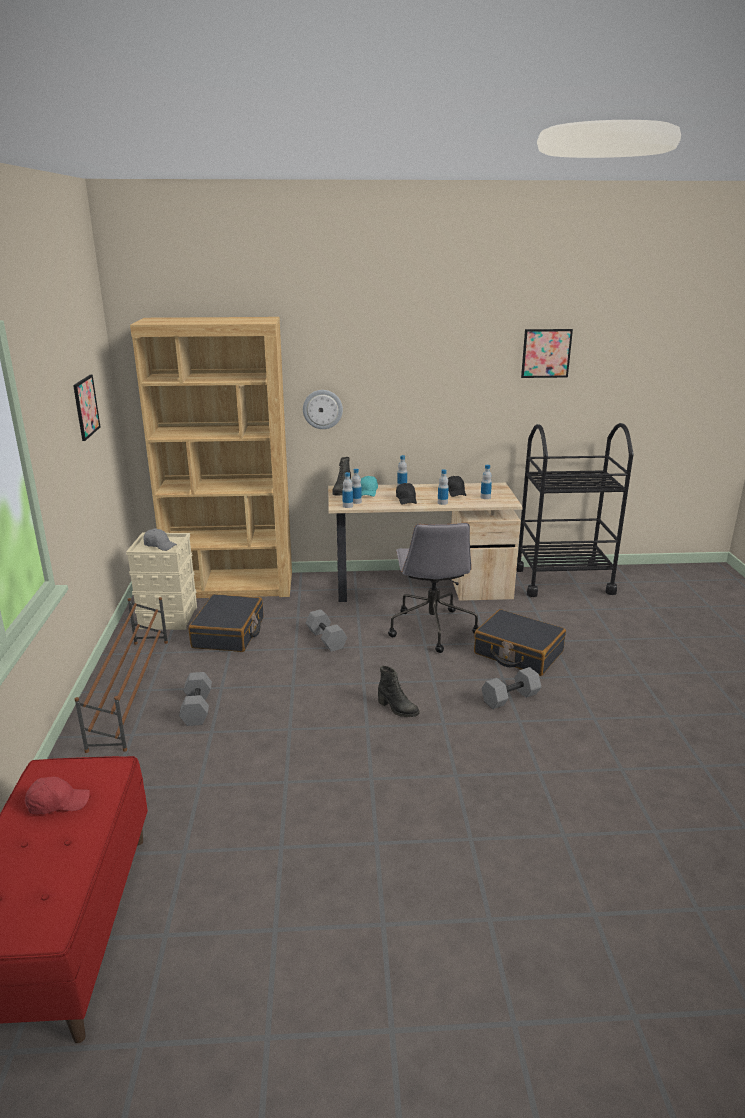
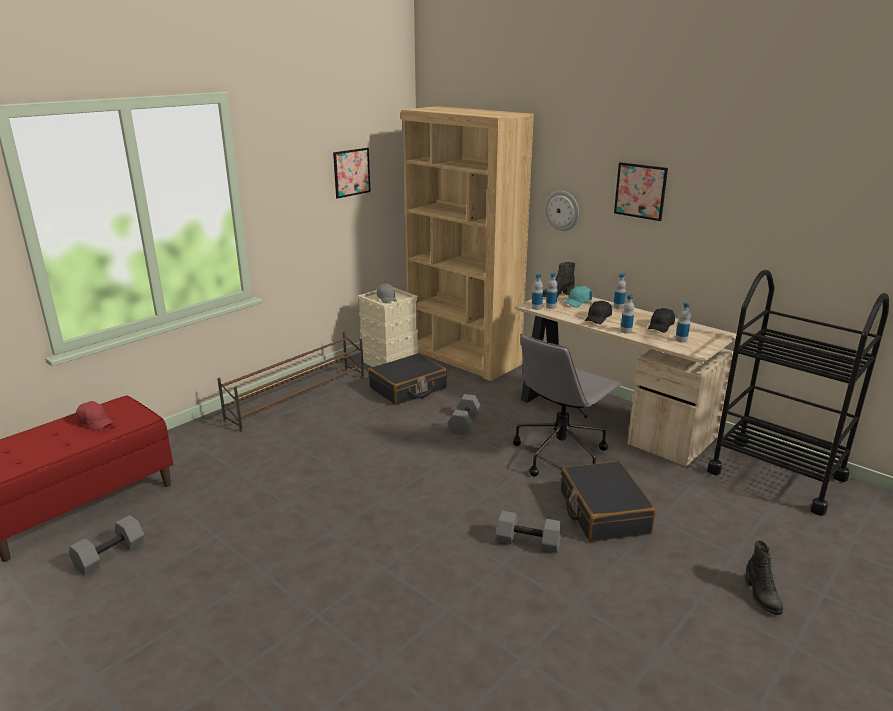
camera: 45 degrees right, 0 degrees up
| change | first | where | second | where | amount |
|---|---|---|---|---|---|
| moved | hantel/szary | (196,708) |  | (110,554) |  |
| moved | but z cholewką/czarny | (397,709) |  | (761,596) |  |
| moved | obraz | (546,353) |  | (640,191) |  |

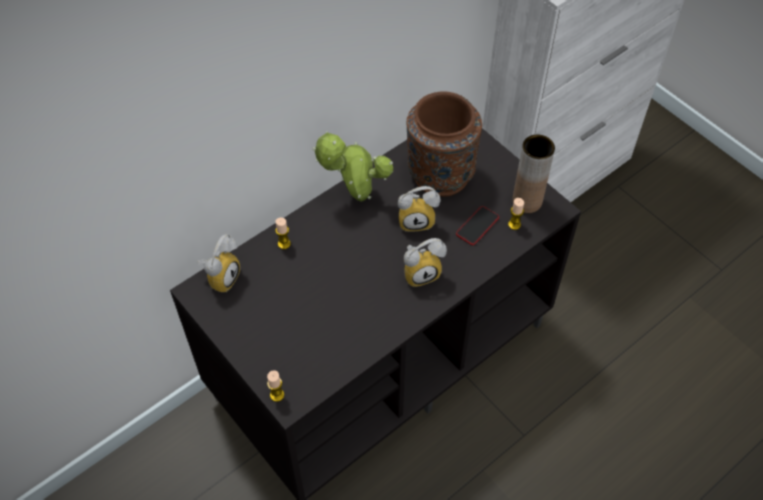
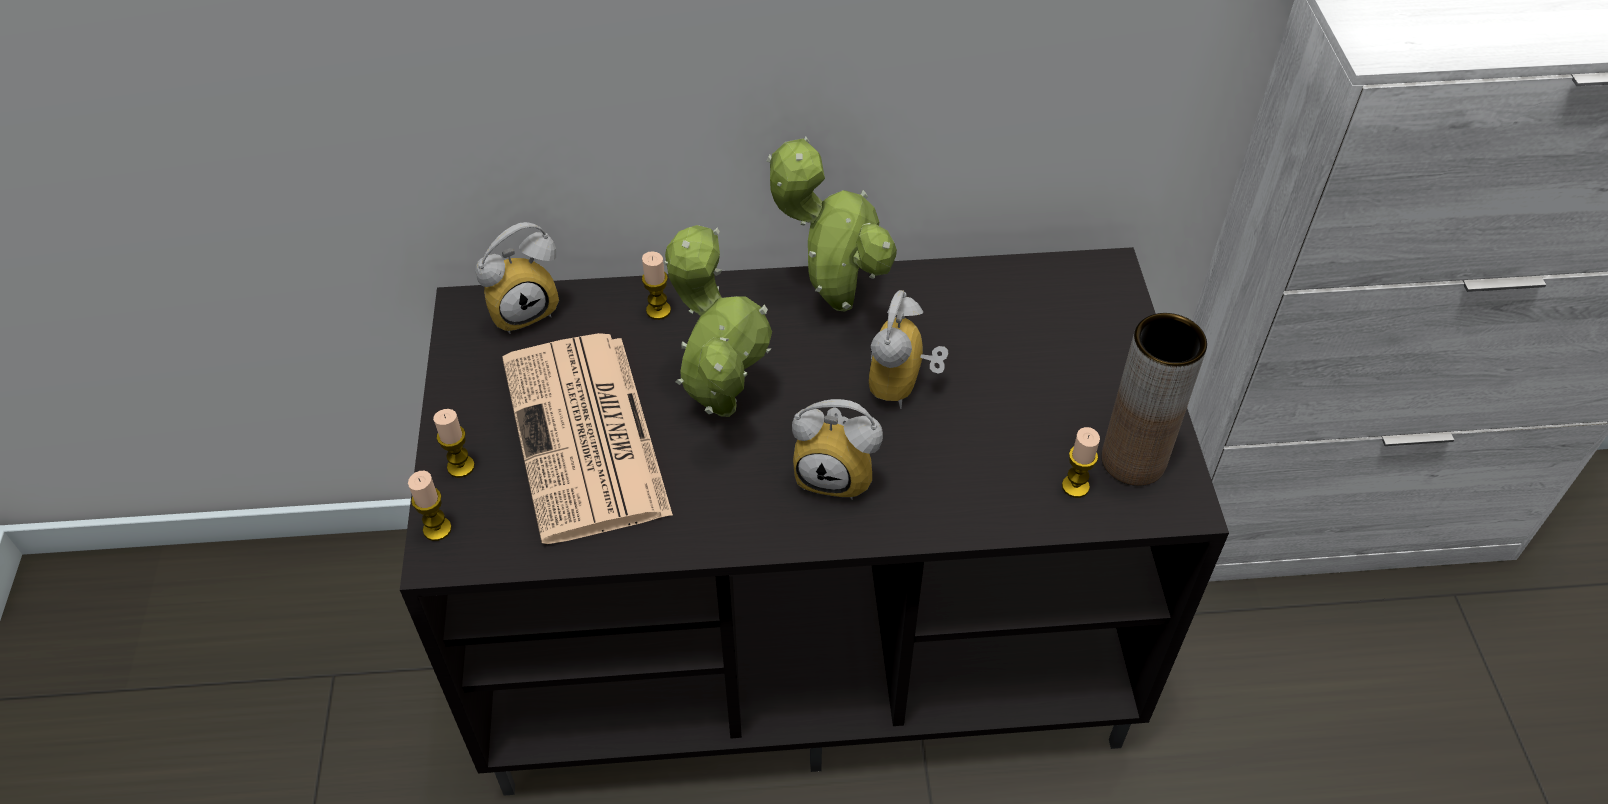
camera: 35 degrees right, 5 degrees down
| change | first | where | second | where | amount |
|---|---|---|---|---|---|
| removed | wazon/brązowy | (440,174) |  |  |  |
| removed | telefon | (477,226) |  |  |  |
| added |  |  | świeca | (461,466) |  |
| added |  |  | gazeta | (587,439) |  |
| added |  |  | roślina doniczkowa | (720,401) |  |
| turned | budzik | (417,220) |  | (904,387) | 75 degrees clockwise |

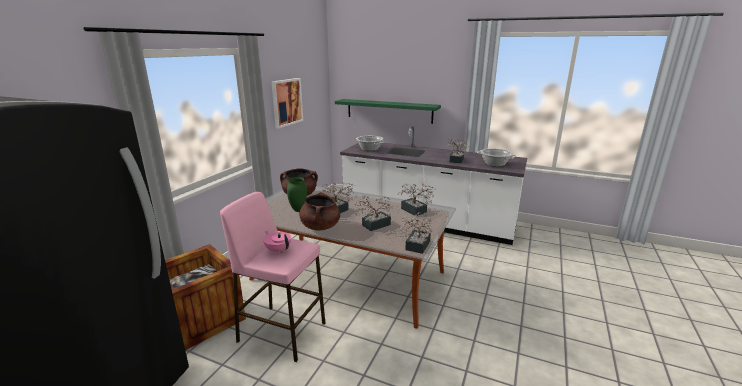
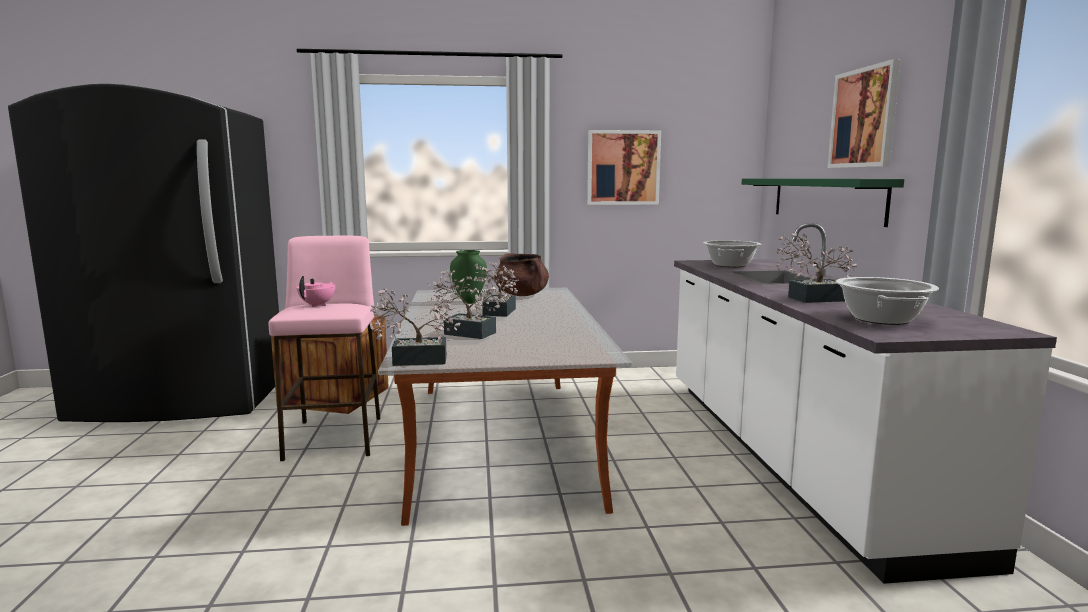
camera: 60 degrees right, 10 degrees down
| change | first | where | second | where | amount |
|---|---|---|---|---|---|
| removed | garnek/brązowy | (320,226) |  |  |  |
| removed | roślina doniczkowa | (415,211) |  |  |  |
| added |  |  | obraz | (864,118) |  |

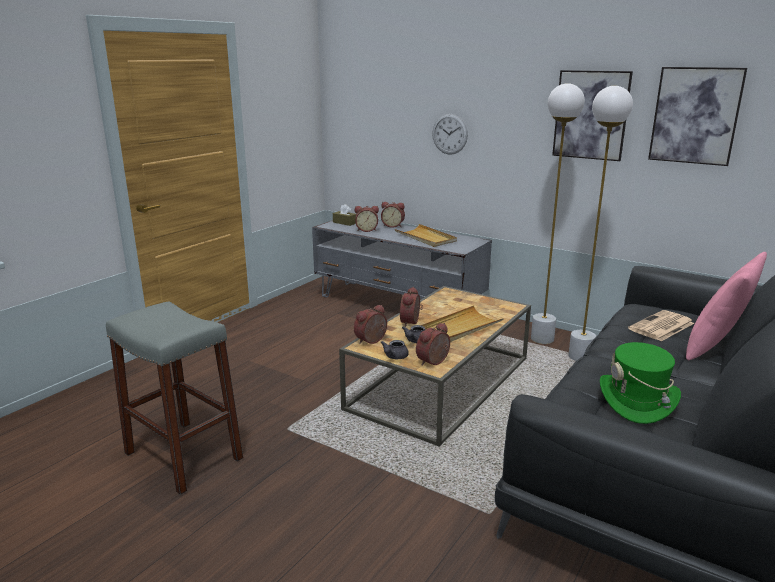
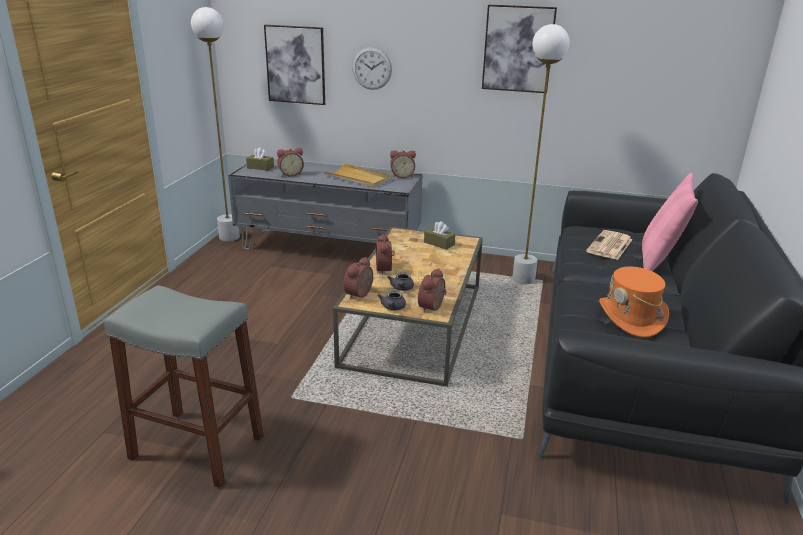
camera: 20 degrees left, 5 degrees up
| change | first | where | second | where | amount |
|---|---|---|---|---|---|
| removed | taca/beżowy | (461,327) |  |  |  |
| added |  |  | pudełko chusteczek/brązowy | (439,243) |  |
| moved | budzik | (393,226) |  | (402,176) |  |
| moved | lampa stojąca/biały | (542,339) |  | (229,237) |  |
| moved | obraz | (695,115) |  | (295,65) |  |
| recoloured | kapelusz/zielony | (637,401) | kapelusz/pomarańczowy | (631,317) |  |

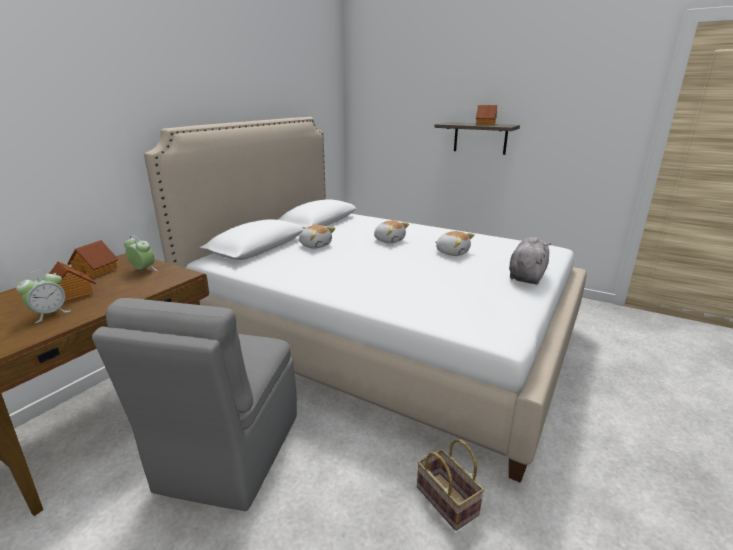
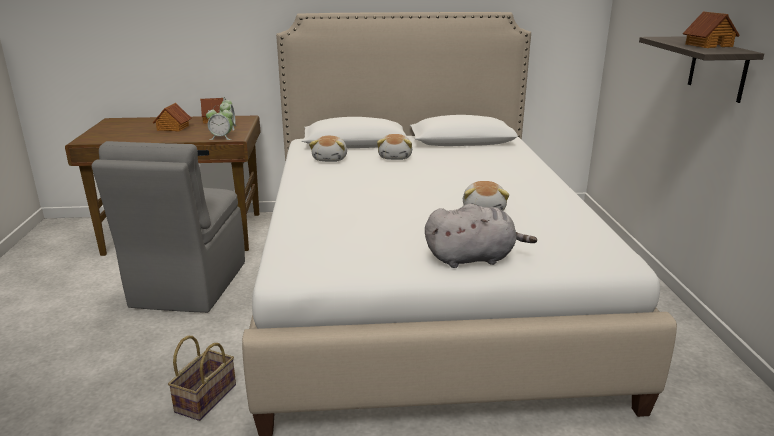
camera: 55 degrees right, 0 degrees up
| change | first | where | second | where | amount |
|---|---|---|---|---|---|
| moved | budzik | (50,314) |  | (221,138) |  |
| moved | pluszak | (389,240) |  | (331,159) |  |
| turned | krzesło/szary | (228,454) |  | (188,286) | 60 degrees counterclockwise |

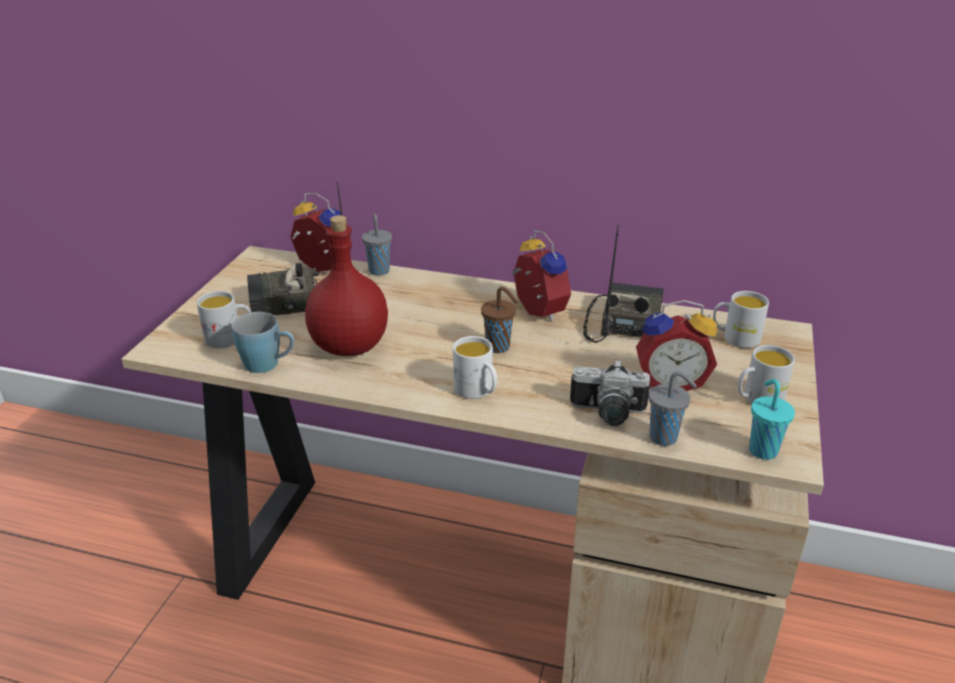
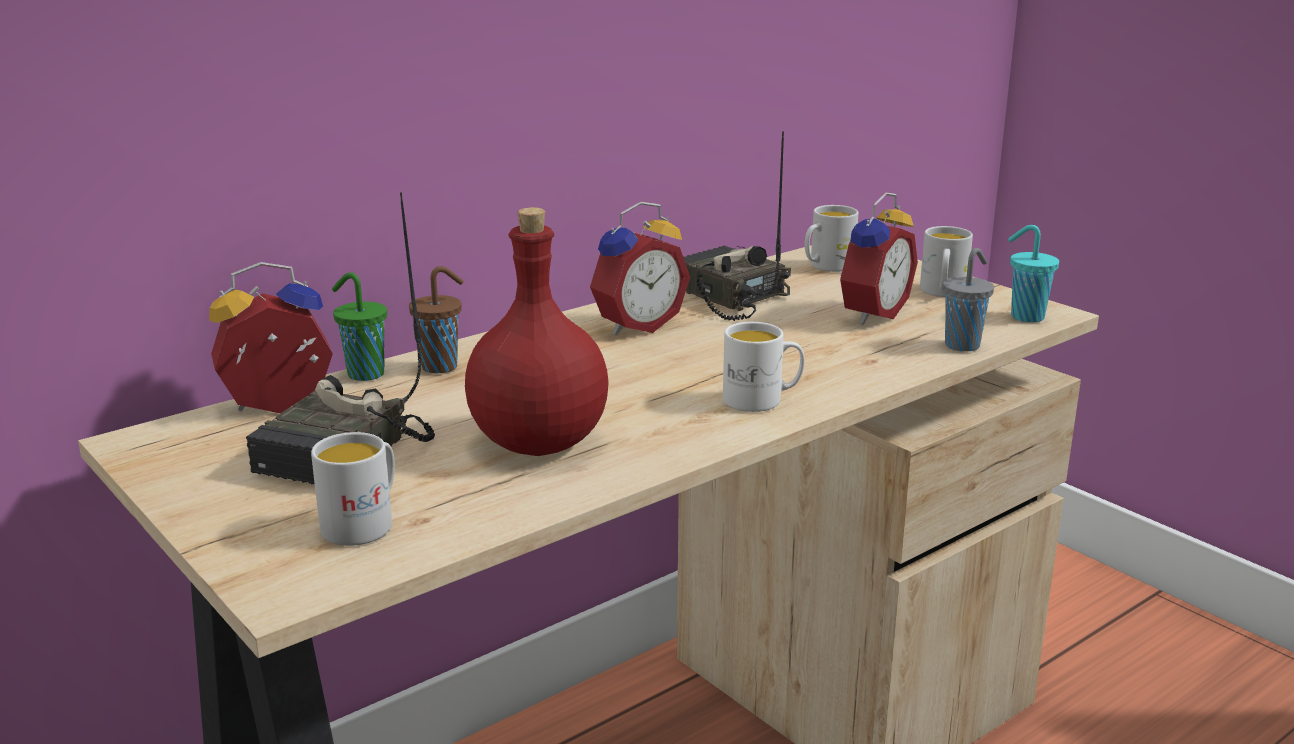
camera: 55 degrees left, 10 degrees down
| change | first | where | second | where | amount |
|---|---|---|---|---|---|
| removed | kubek/niebieski | (269,365) |  |  |  |
| removed | aparat fotograficzny | (607,414) |  |  |  |
| moved | filiżanka/brązowy | (499,347) |  | (442,366) |  |
| recoloured | filiżanka/szary | (379,270) | filiżanka/zielony | (363,374) |  |
| turned | budzik | (536,312) |  | (636,325) | 135 degrees clockwise |

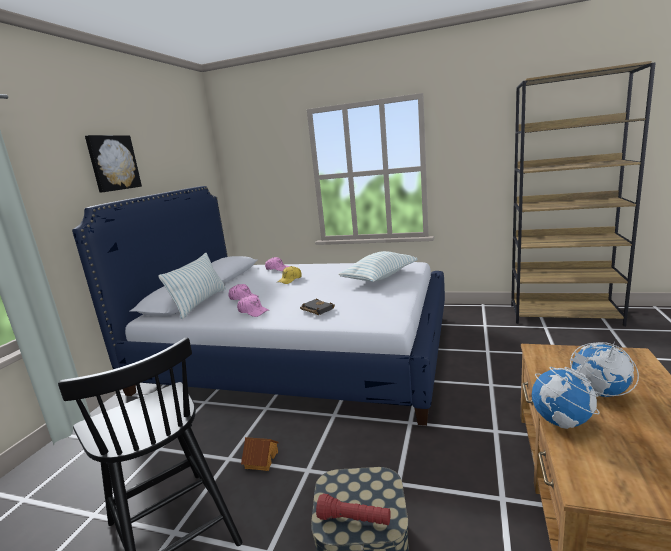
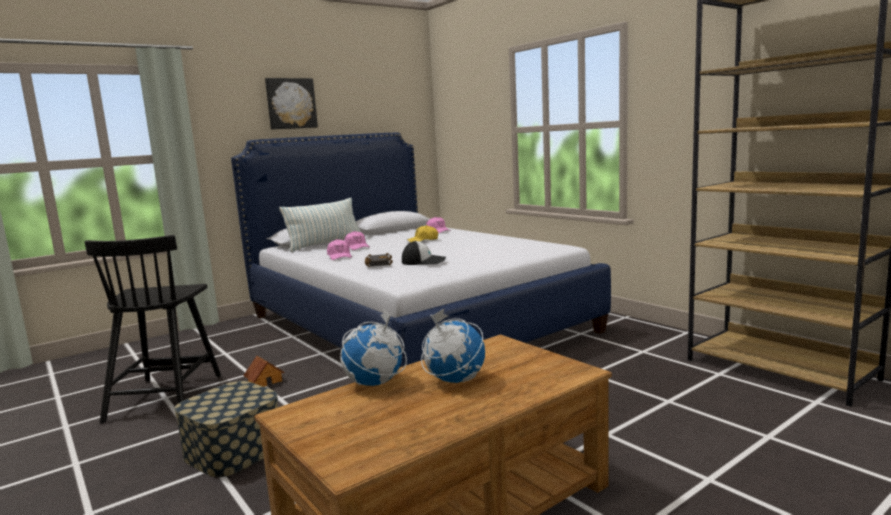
camera: 35 degrees right, 5 degrees down
| change | first | where | second | where | amount |
|---|---|---|---|---|---|
| removed | latarka/czerwony | (354,520) |  |  |  |
| removed | poduszka | (380,277) |  |  |  |
| added |  |  | czapka z daszkiem | (424,261) |  |

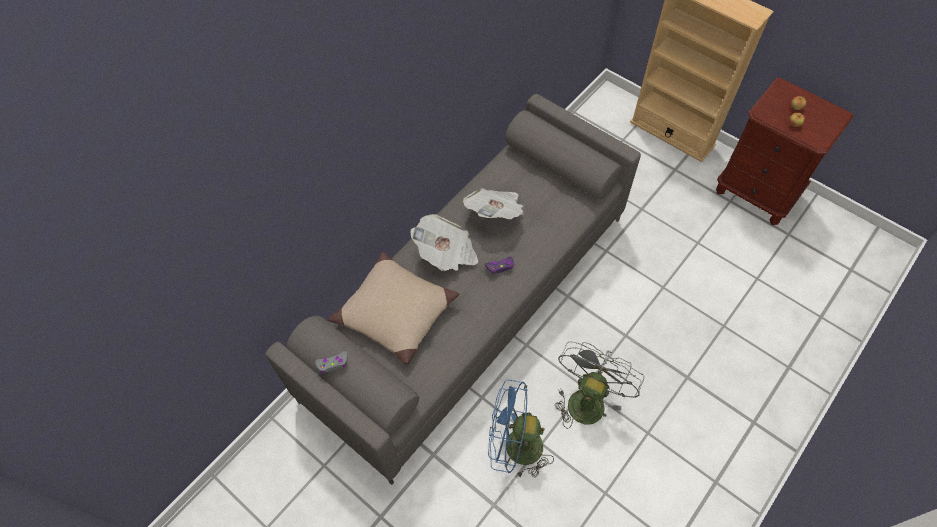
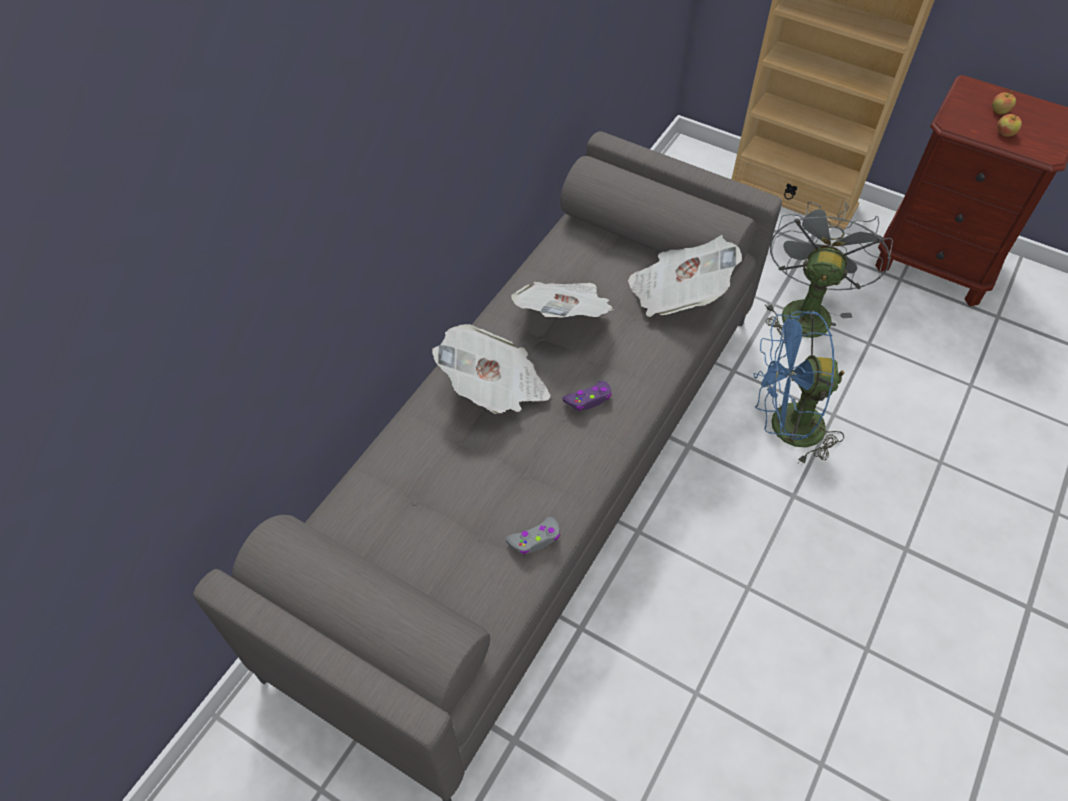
camera: 10 degrees left, 5 degrees down
| change | first | where | second | where | amount |
|---|---|---|---|---|---|
| removed | poduszka/beżowy | (395,313) |  |  |  |
| added |  |  | gazeta | (678,293) |  |
| moved | pad do gier/szary | (333,364) |  | (535,539) |  |
| moved | wentylator/niebieski | (514,447) |  | (785,428) |  |
| moved | wentylator/szary | (587,398) |  | (805,310) |  |

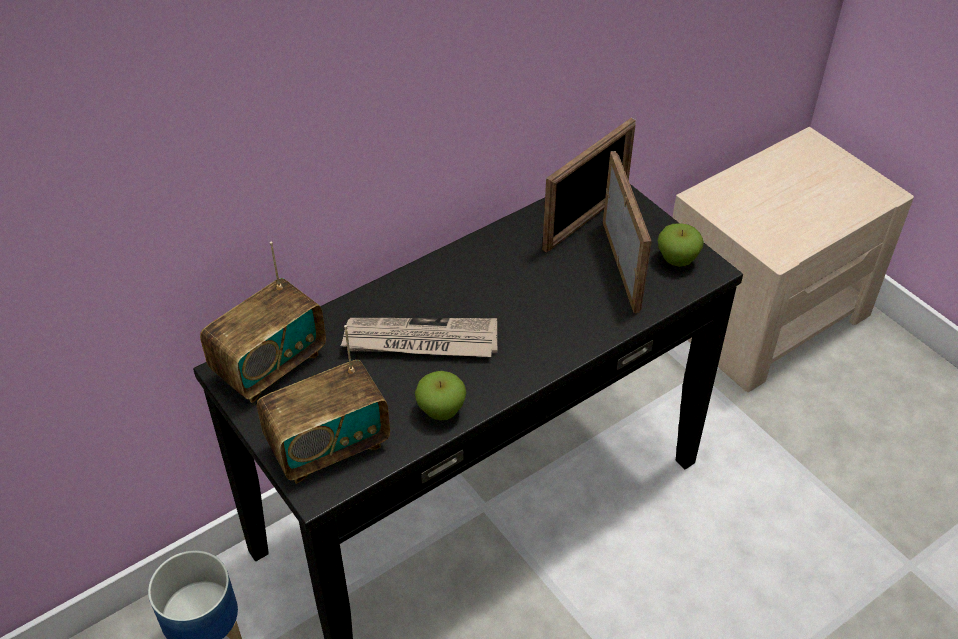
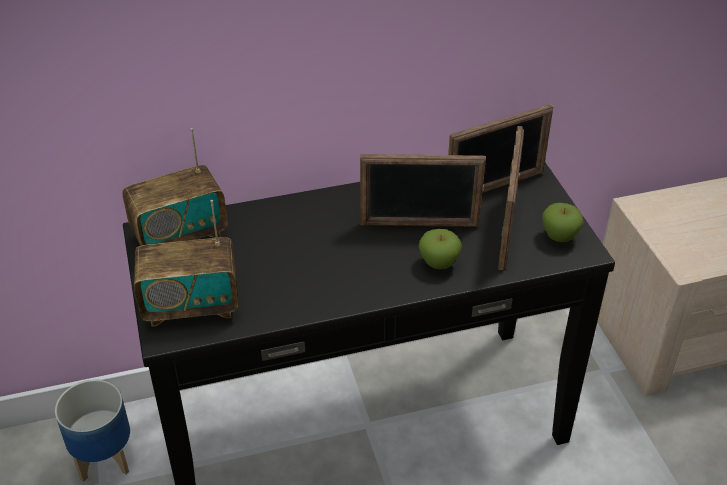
camera: 20 degrees right, 5 degrees down
| change | first | where | second | where | amount |
|---|---|---|---|---|---|
| removed | gazeta | (420,341) |  |  |  |
| added |  |  | ramka na zdjęcie | (419,224) |  |
| moved | jabłko | (441,411) |  | (439,263) |  |

